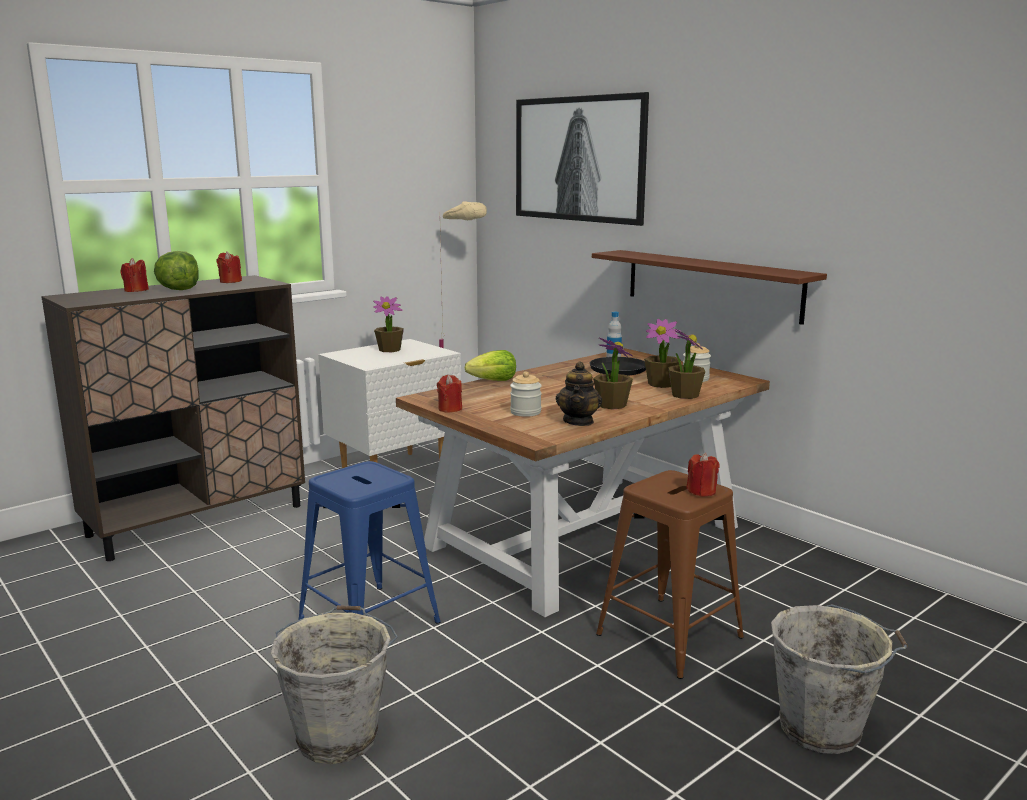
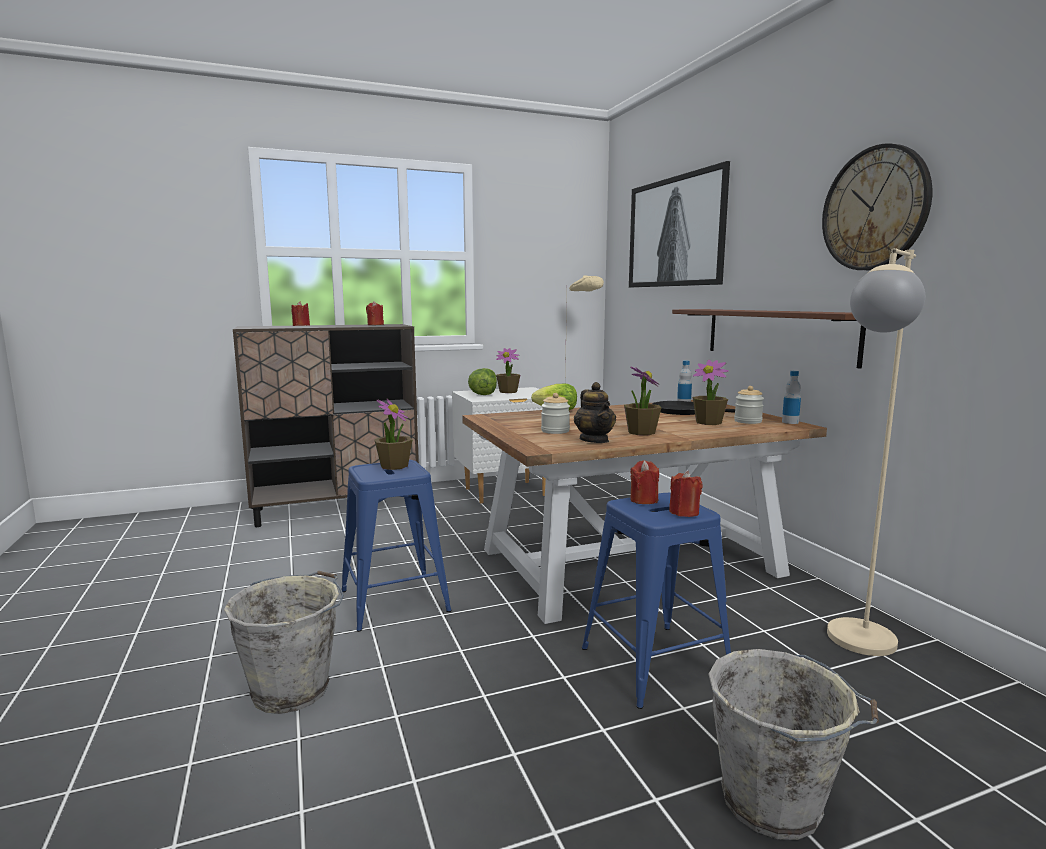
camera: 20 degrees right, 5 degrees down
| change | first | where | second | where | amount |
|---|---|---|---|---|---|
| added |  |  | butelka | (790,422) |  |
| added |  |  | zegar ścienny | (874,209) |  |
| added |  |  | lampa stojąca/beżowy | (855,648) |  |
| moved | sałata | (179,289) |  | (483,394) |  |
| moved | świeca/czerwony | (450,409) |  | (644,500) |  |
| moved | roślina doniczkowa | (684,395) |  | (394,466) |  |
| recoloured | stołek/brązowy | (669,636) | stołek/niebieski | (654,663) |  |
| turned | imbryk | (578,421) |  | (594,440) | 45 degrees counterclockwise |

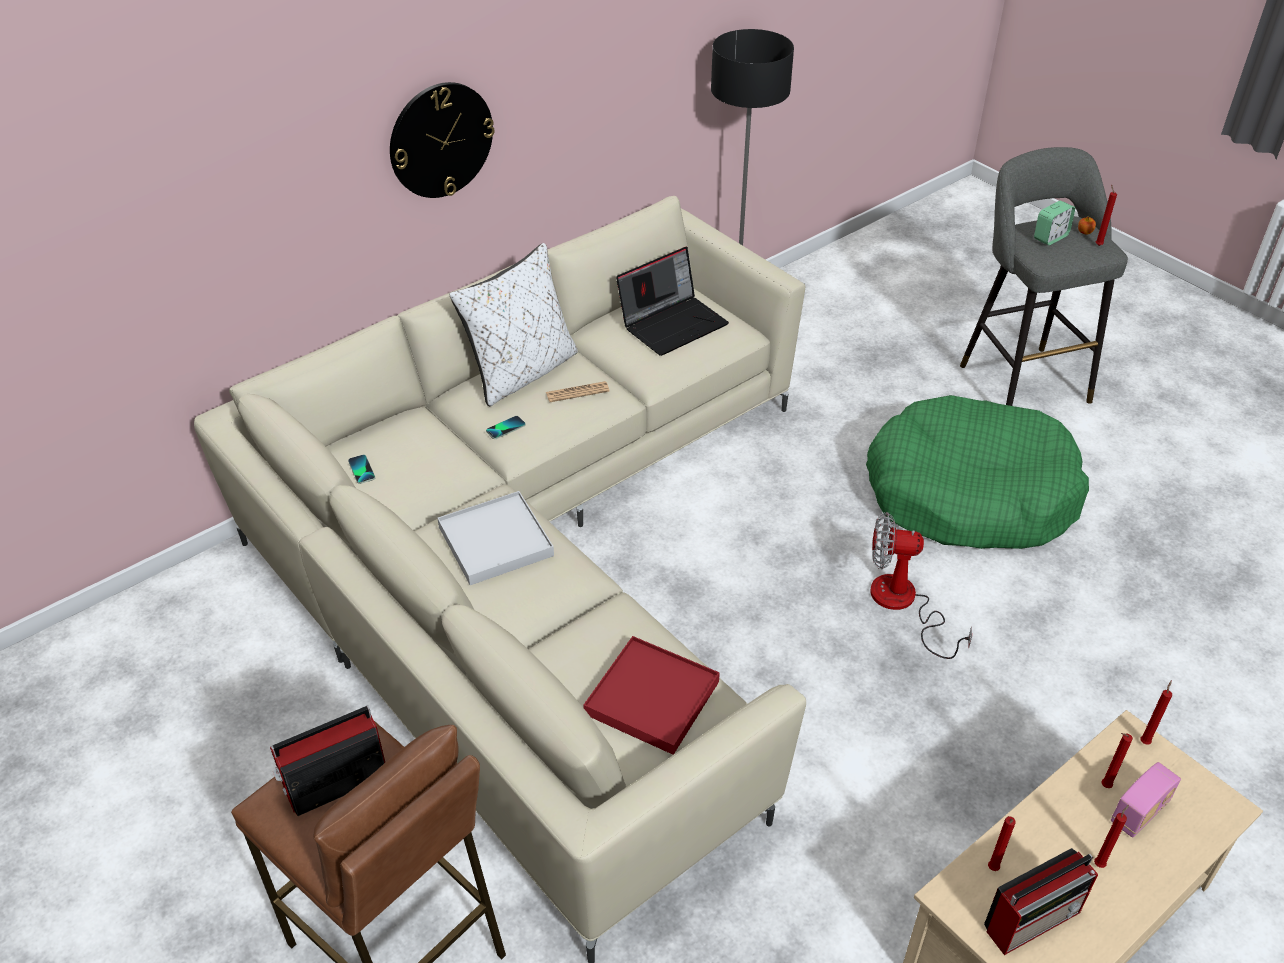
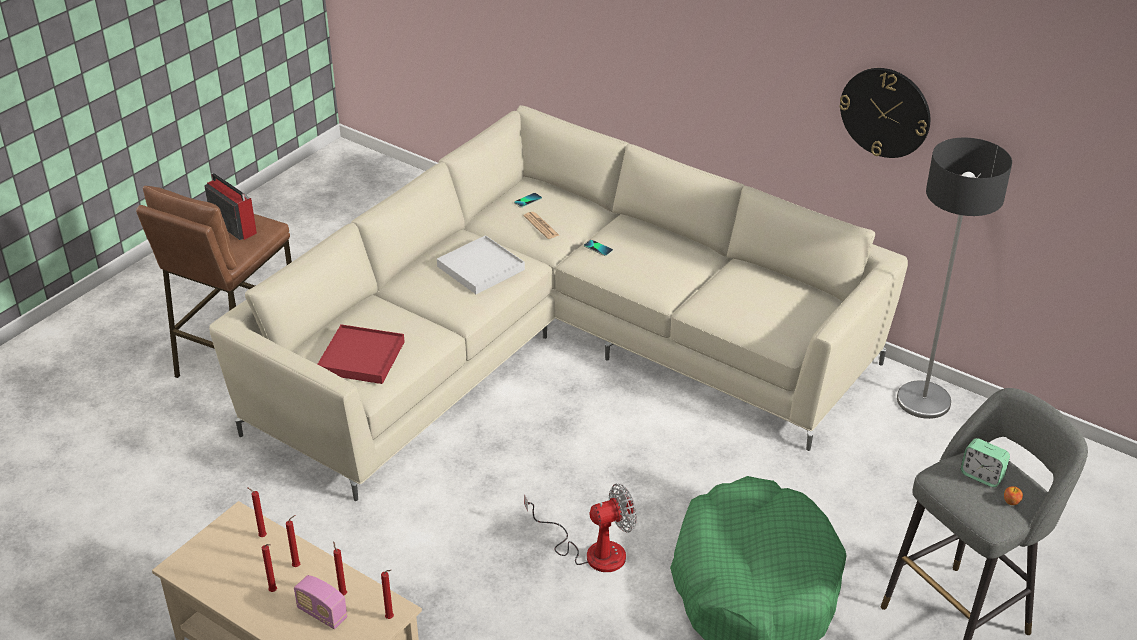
camera: 75 degrees right, 5 degrees down
| change | first | where | second | where | amount |
|---|---|---|---|---|---|
| removed | poduszka/biały | (522,372) |  |  |  |
| removed | laptop | (673,323) |  |  |  |
| removed | radio | (1034,919) |  |  |  |
| moved | zegar ścienny | (441,140) |  | (885,112) |  |
| moved | gazeta | (577,392) |  | (541,226) |  |
| moved | świeca/czerwony | (1098,244) |  | (297,566) |  |
| turned | wentylator | (903,604) |  | (592,551) | 75 degrees clockwise |

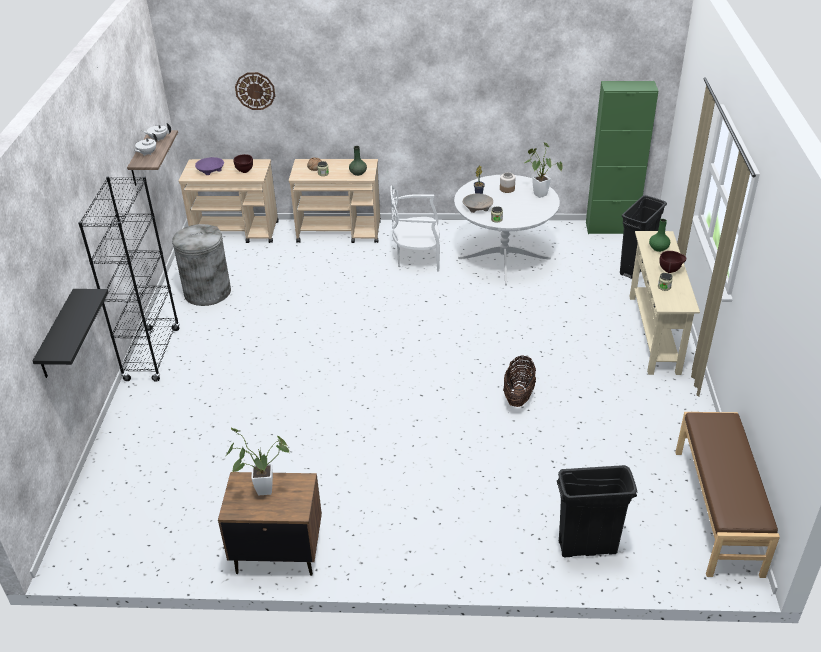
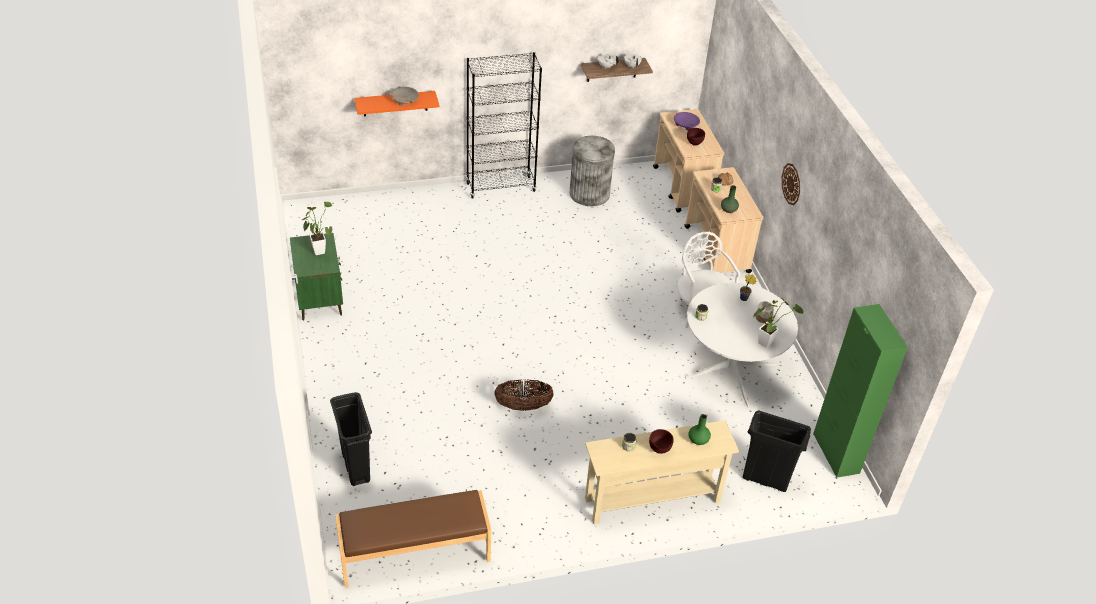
camera: 70 degrees right, 5 degrees up
| change | first | where | second | where | amount |
|---|---|---|---|---|---|
| moved | zegar ścienny | (255,90) |  | (791,184) |  |
| moved | miska/beżowy | (477,207) |  | (405,100) |  |
| recoloured | półka/czarny | (57,335) | półka/pomarańczowy | (395,103) |  |
| recoloured | szafka nocna/brązowy | (277,552) | szafka nocna/zielony | (320,299) |  |

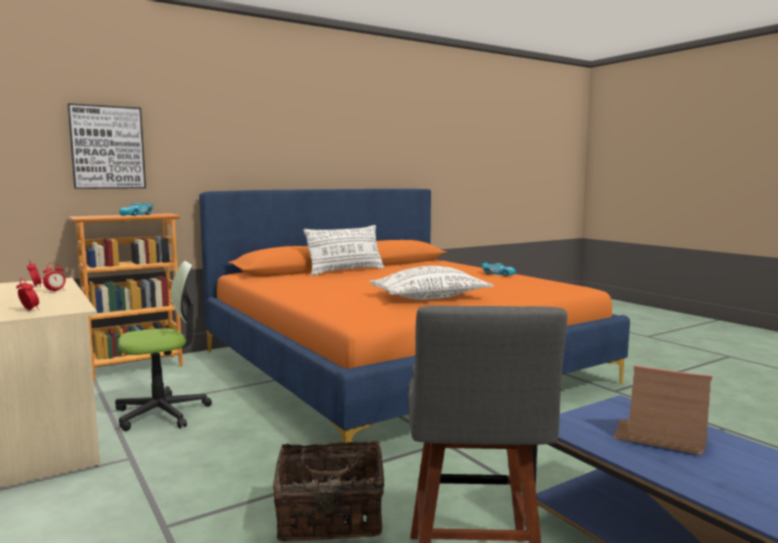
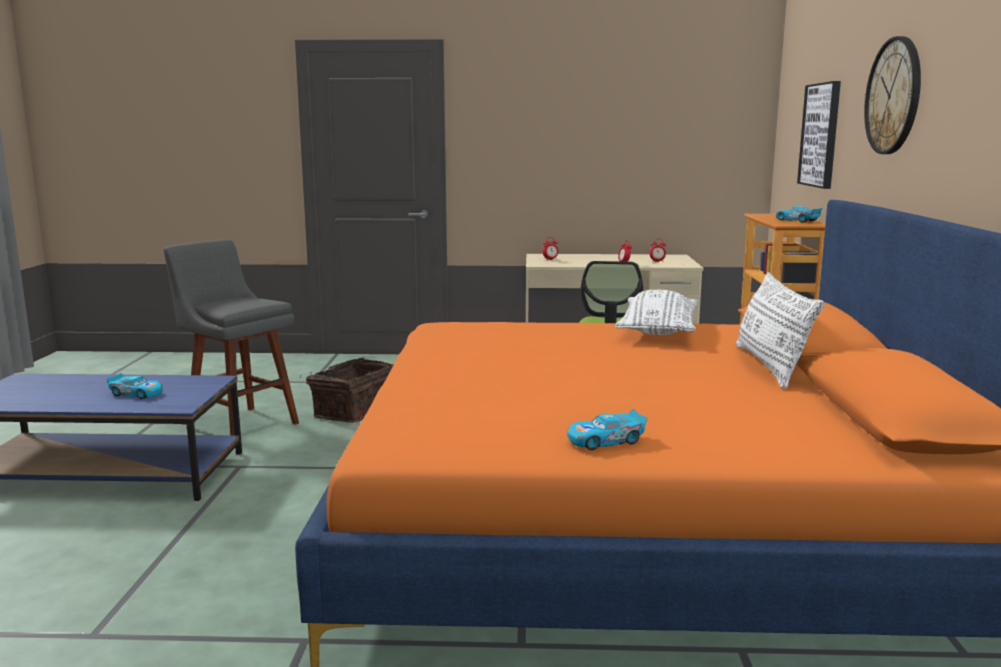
camera: 125 degrees right, 5 degrees up
| change | first | where | second | where | amount |
|---|---|---|---|---|---|
| added |  |  | zegar ścienny | (894,96) |  |
| moved | poduszka/biały | (430,298) |  | (658,330) |  |
| replaced | domek | (661,437) | samochodzik | (137,394) |  |

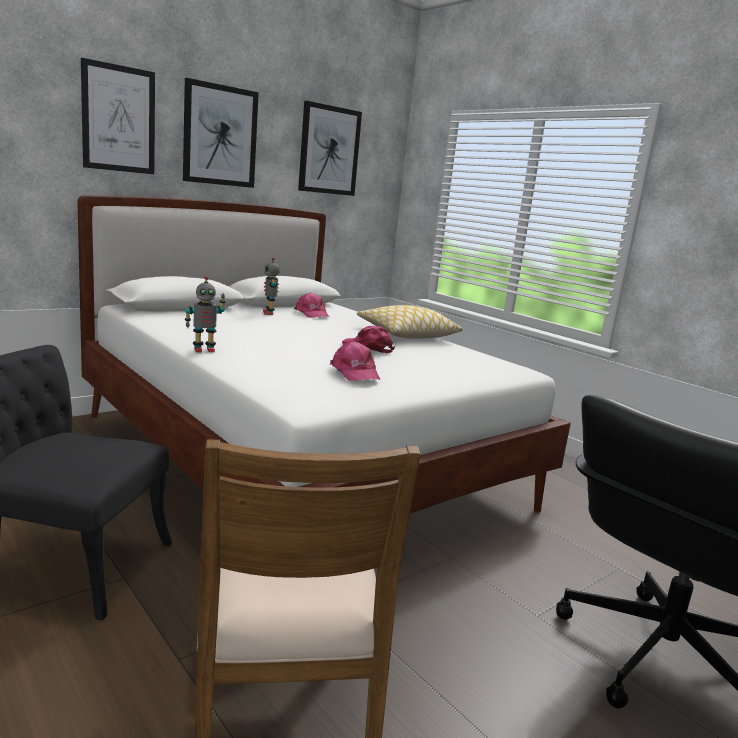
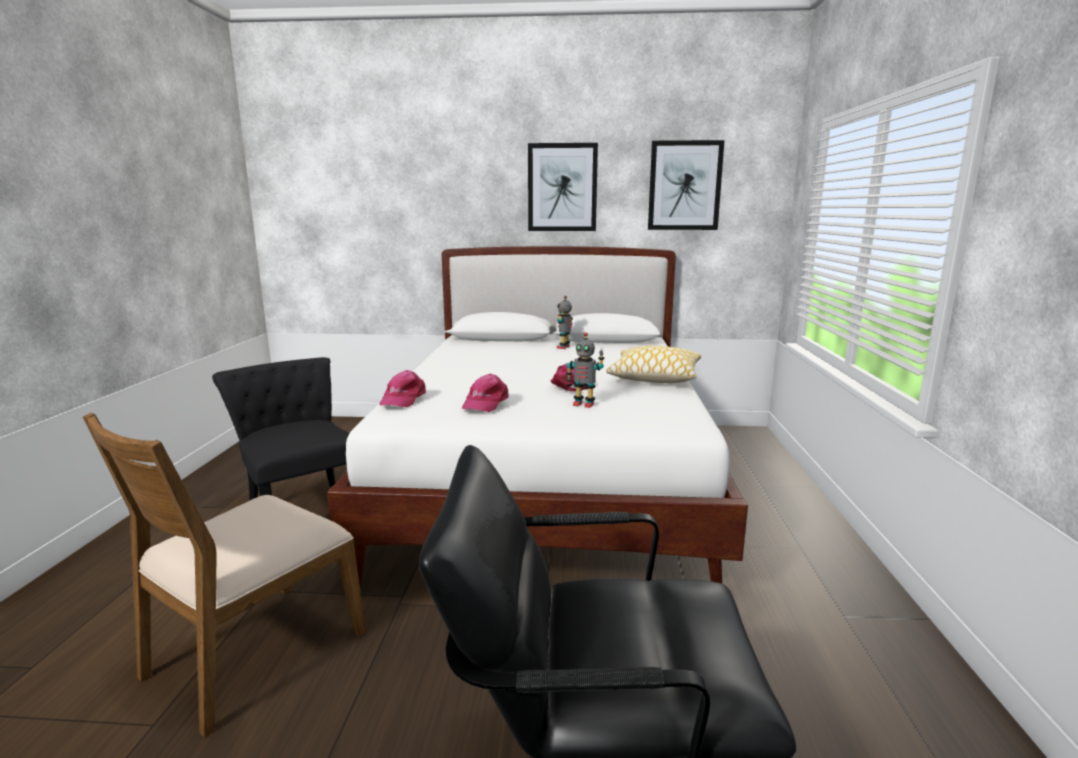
camera: 45 degrees right, 0 degrees up
| change | first | where | second | where | amount |
|---|---|---|---|---|---|
| removed | obraz | (119,119) |  |  |  |
| moved | robot zabawkowy | (204,350) |  | (583,404) |  |
| moved | czapka z daszkiem/różowy | (312,314) |  | (403,399) |  |

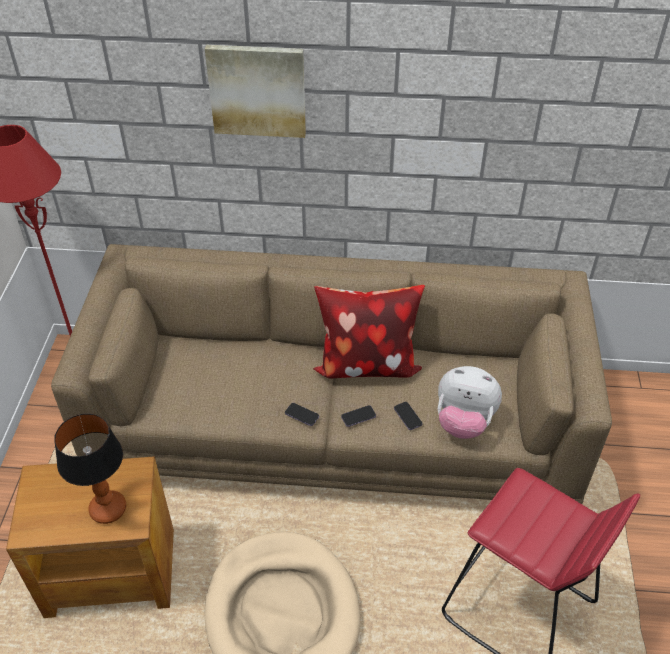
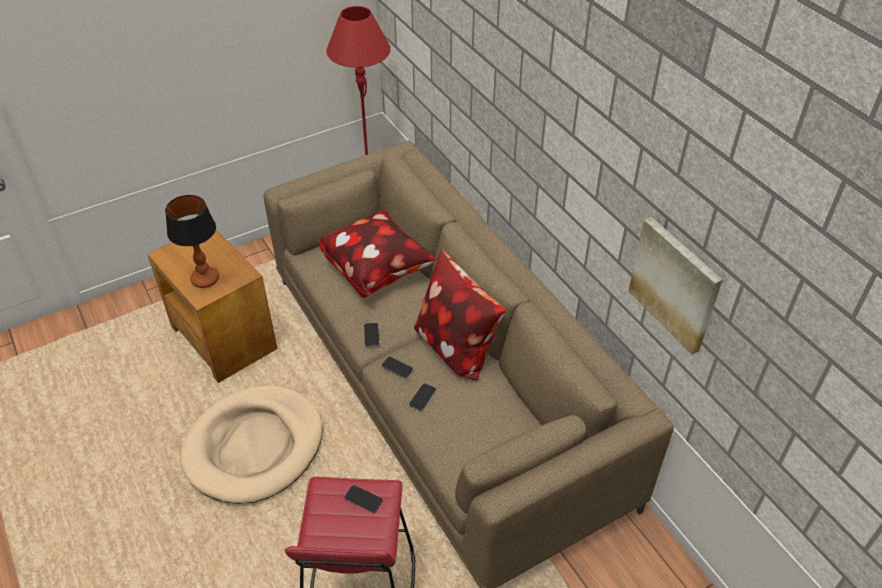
camera: 55 degrees right, 0 degrees up
| change | first | where | second | where | amount |
|---|---|---|---|---|---|
| removed | pluszak | (463,422) |  |  |  |
| added |  |  | poduszka | (377,270) |  |
| added |  |  | telefon | (363,499) |  |
| moved | obraz | (257,90) |  | (675,284) |  |

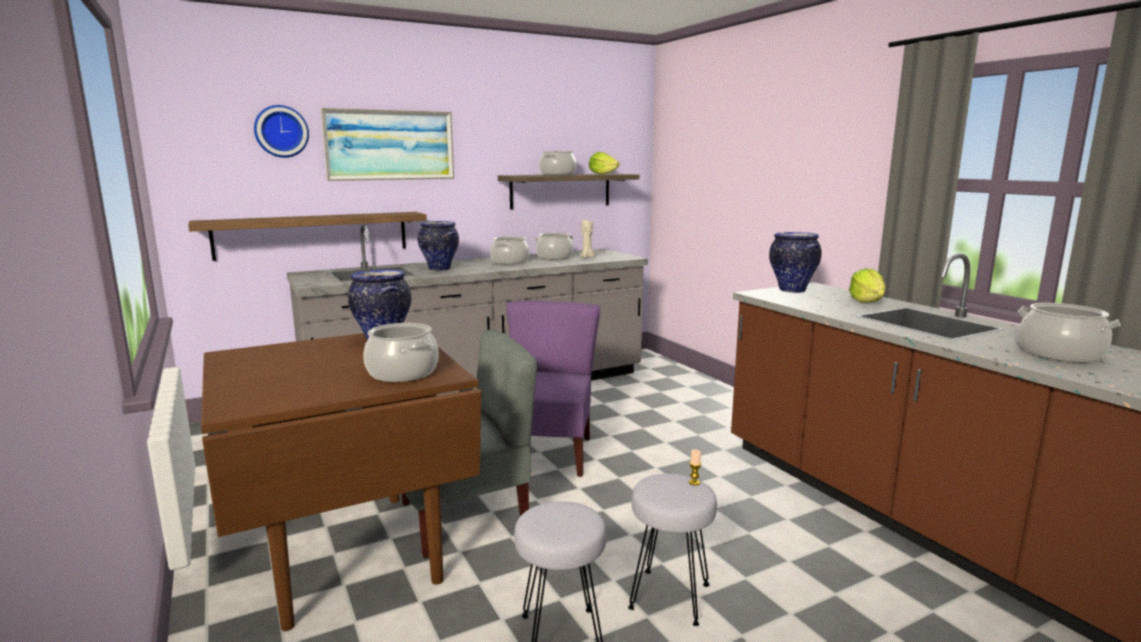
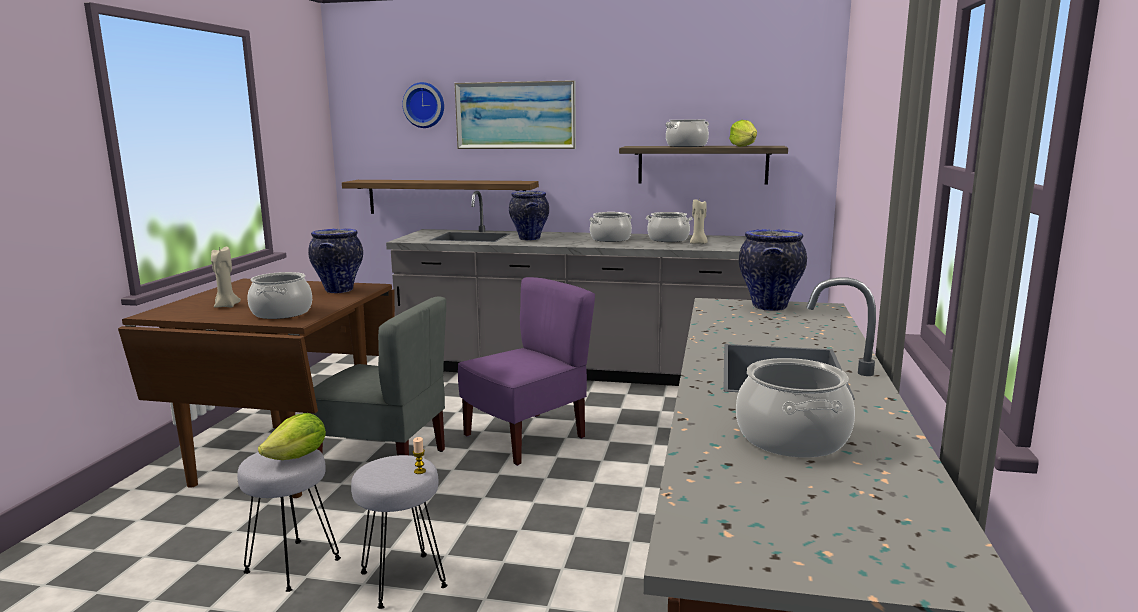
camera: 40 degrees right, 0 degrees up
| change | first | where | second | where | amount |
|---|---|---|---|---|---|
| added |  |  | świeca/beżowy | (226,306) |  |
| moved | sałata | (867,302) |  | (298,457) |  |

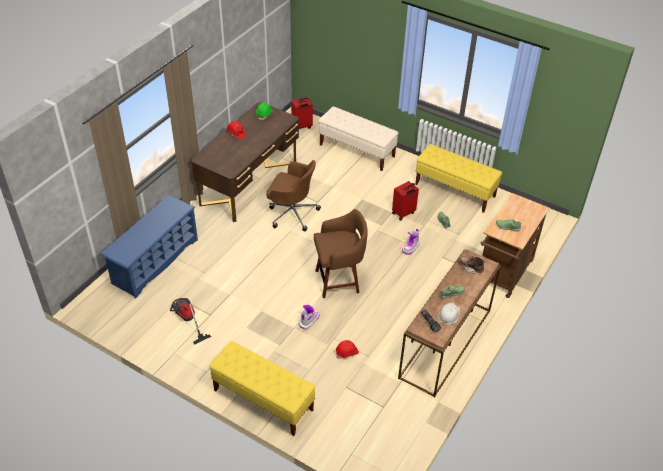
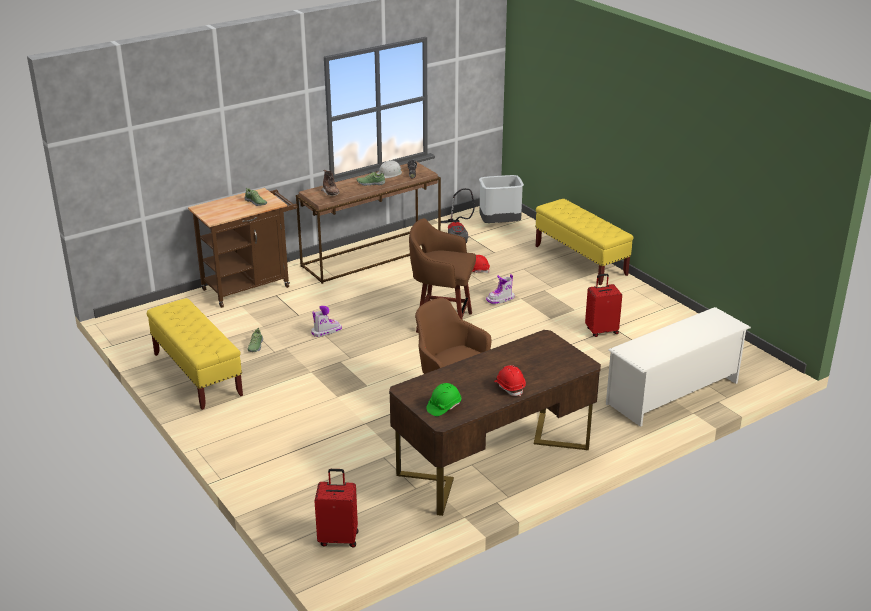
camera: 155 degrees left, 15 degrees down
| change | first | where | second | where | amount |
|---|---|---|---|---|---|
| removed | ławka/beżowy | (357,151) |  |  |  |
| added |  |  | kosz na śmieci/szary | (500,224) |  |
| moved | odkurzacz | (186,320) |  | (457,235) |  |
| moved | walizka/czerwony | (403,213) |  | (601,331) |  |
| recoloured | regał na buty/niebieski | (155,261) | regał na buty/biały | (673,393) |  |

